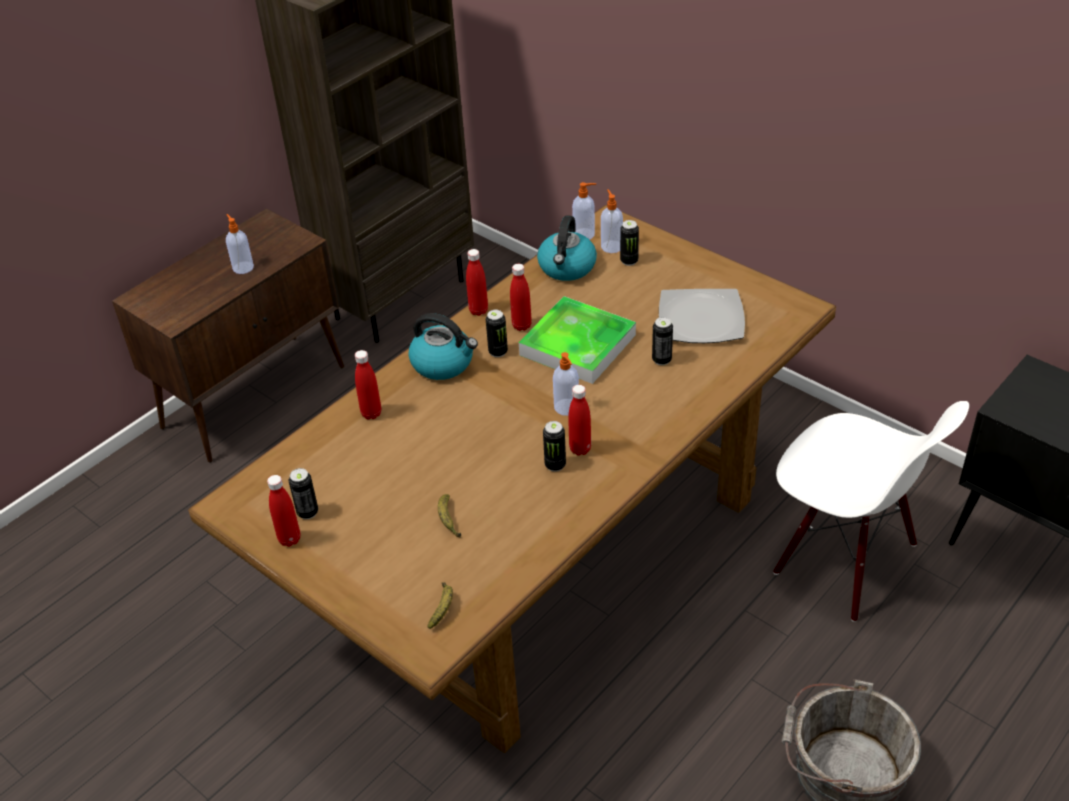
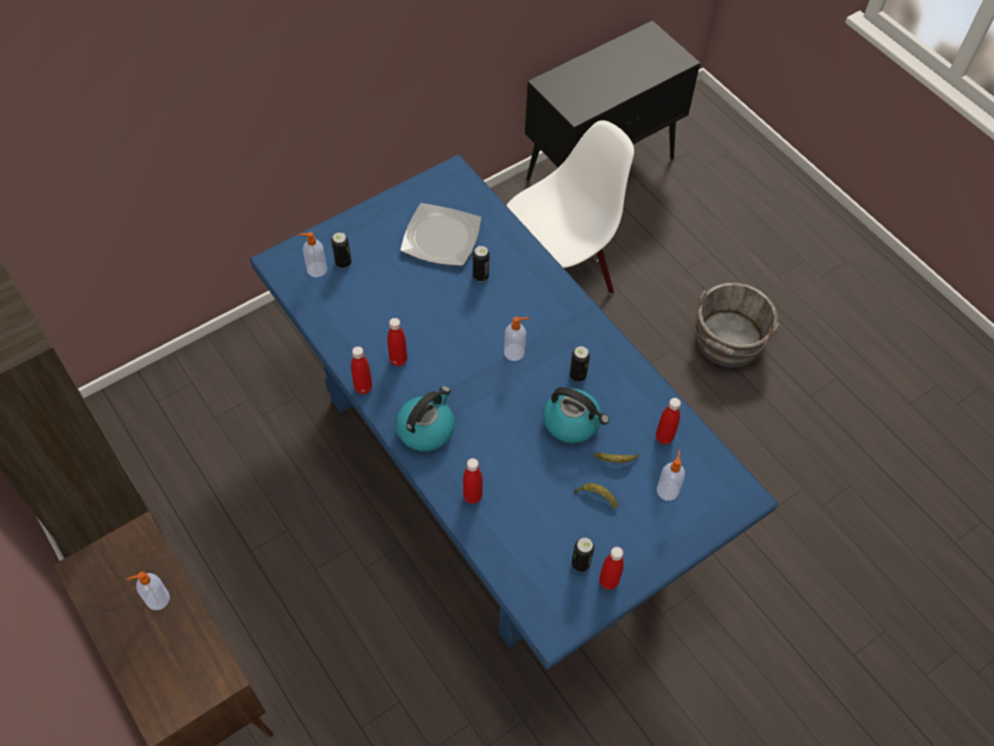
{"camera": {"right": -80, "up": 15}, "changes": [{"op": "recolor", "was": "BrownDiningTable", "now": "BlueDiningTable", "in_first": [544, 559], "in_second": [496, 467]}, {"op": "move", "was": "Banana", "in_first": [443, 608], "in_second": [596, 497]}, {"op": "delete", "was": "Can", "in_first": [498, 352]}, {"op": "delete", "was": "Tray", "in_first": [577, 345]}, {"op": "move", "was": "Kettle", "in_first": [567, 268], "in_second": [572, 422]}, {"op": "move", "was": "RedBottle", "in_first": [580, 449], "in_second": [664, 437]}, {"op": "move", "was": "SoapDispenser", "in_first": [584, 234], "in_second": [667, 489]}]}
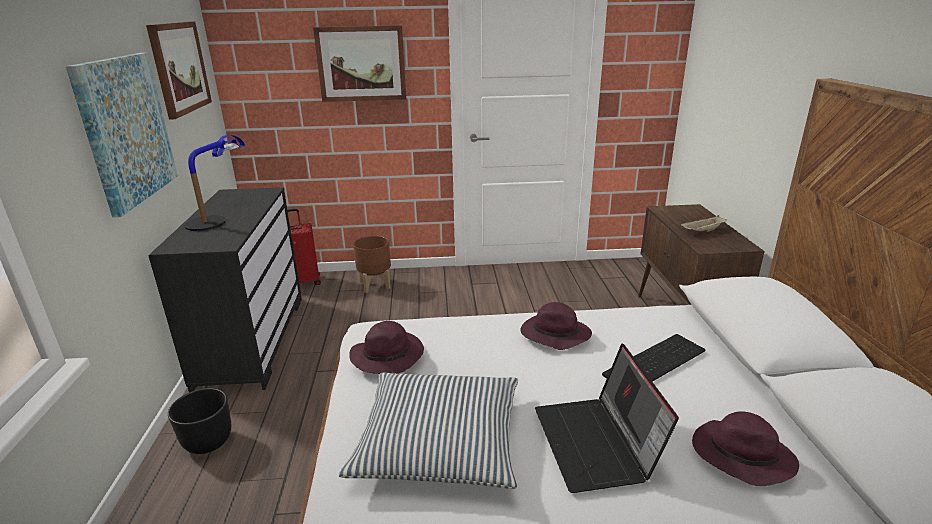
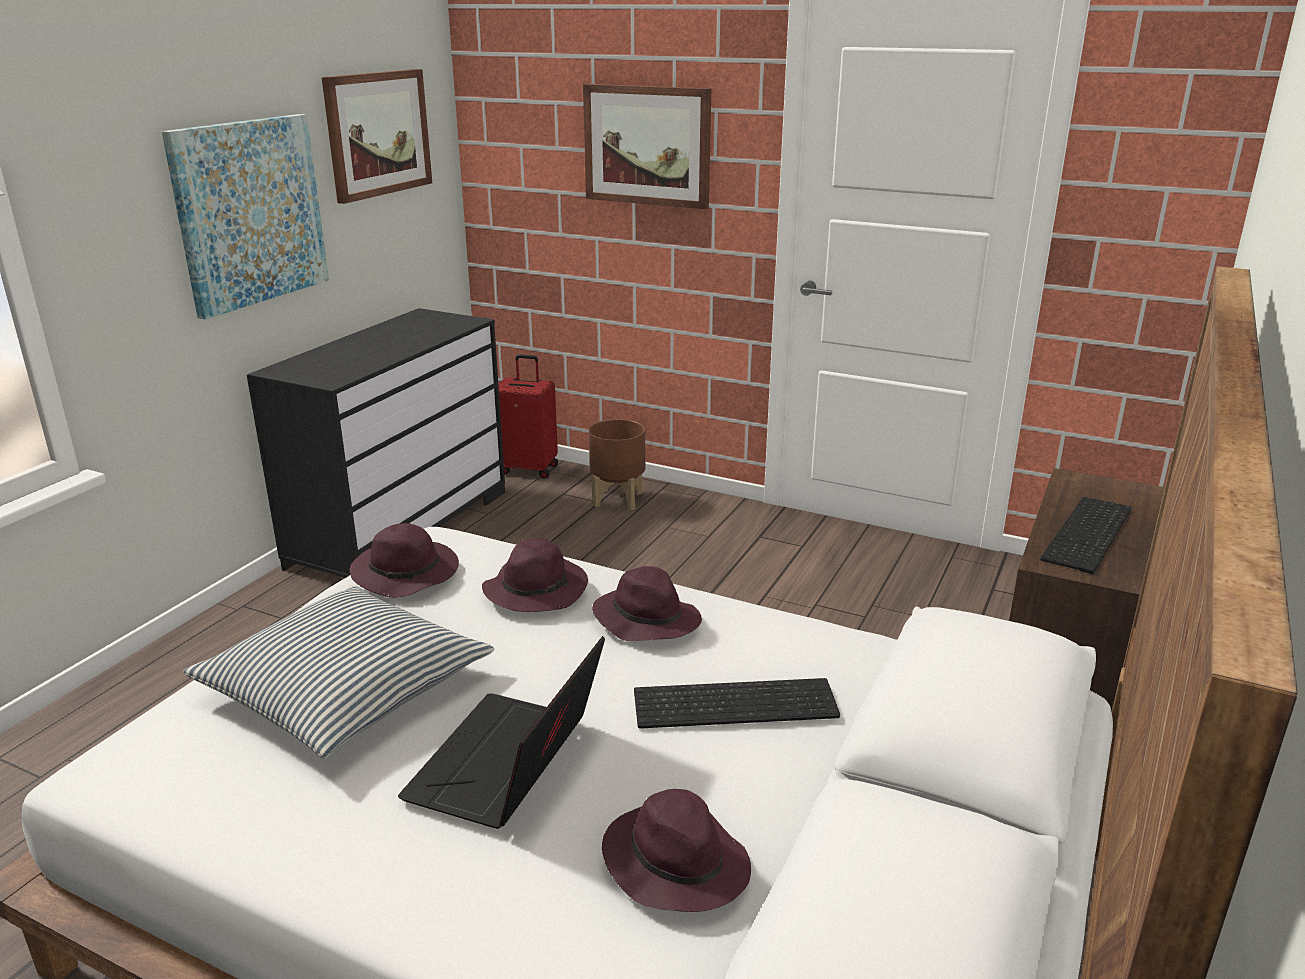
{"camera": {"right": 30, "up": 0}, "changes": [{"op": "delete", "was": "BlackPlanter", "in_first": [208, 442]}, {"op": "delete", "was": "TableLamp", "in_first": [218, 216]}, {"op": "replace", "was": "BeigeTray", "now": "Keyboard", "in_first": [703, 231], "in_second": [1090, 535]}, {"op": "insert", "now": "PurpleHat", "in_second": [536, 589]}]}
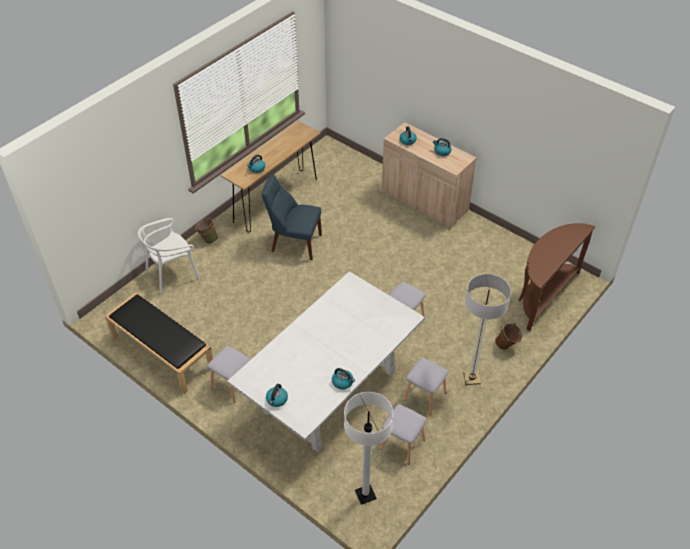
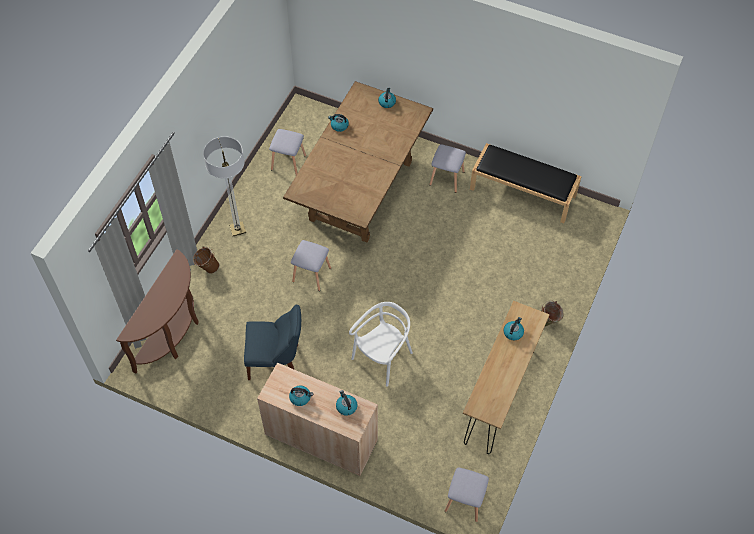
{"camera": {"right": 165, "up": 10}, "changes": [{"op": "move", "was": "WhiteChair", "in_first": [172, 274], "in_second": [383, 358]}, {"op": "recolor", "was": "WhiteDiningTable", "now": "BrownDiningTable", "in_first": [330, 390], "in_second": [360, 191]}, {"op": "move", "was": "BlueChair", "in_first": [294, 243], "in_second": [276, 361]}, {"op": "delete", "was": "WhiteFloorLamp", "in_first": [365, 495]}, {"op": "move", "was": "GreyStool", "in_first": [424, 397], "in_second": [465, 500]}]}
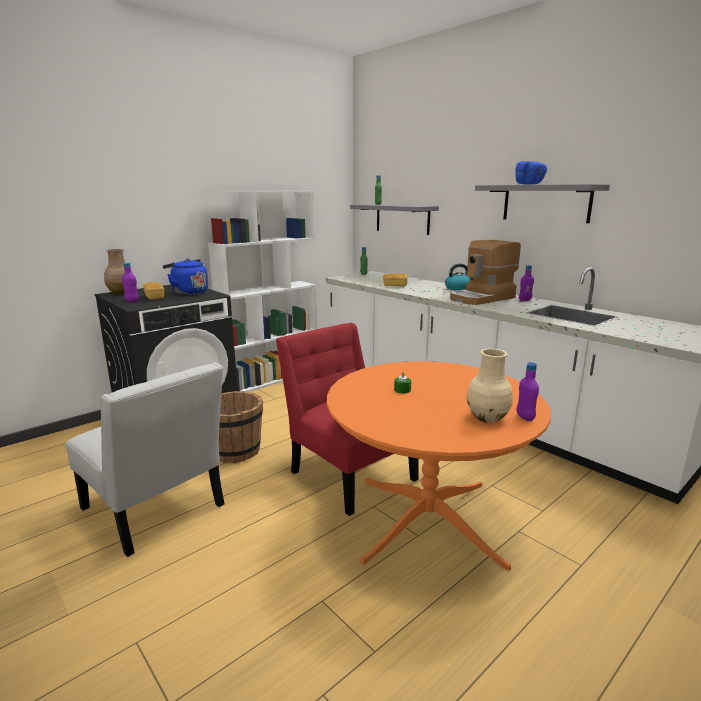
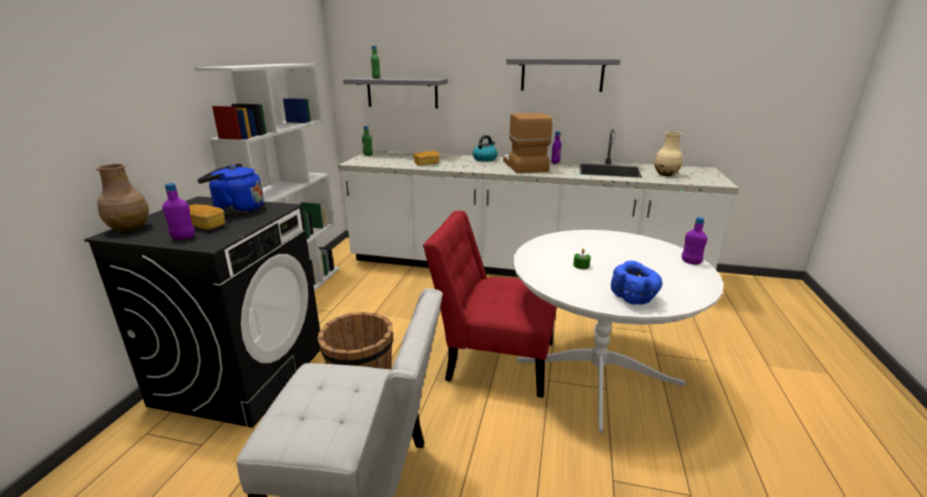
{"camera": {"right": -35, "up": 5}, "changes": [{"op": "recolor", "was": "OrangeDiningTable", "now": "WhiteDiningTable", "in_first": [427, 520], "in_second": [597, 373]}, {"op": "rotate", "was": "CoffeeMachine", "in_first": [482, 298], "in_second": [523, 166], "clockwise": 150}, {"op": "move", "was": "BeigeVase", "in_first": [487, 417], "in_second": [665, 174]}, {"op": "move", "was": "BlueBowl", "in_first": [529, 184], "in_second": [634, 298]}]}
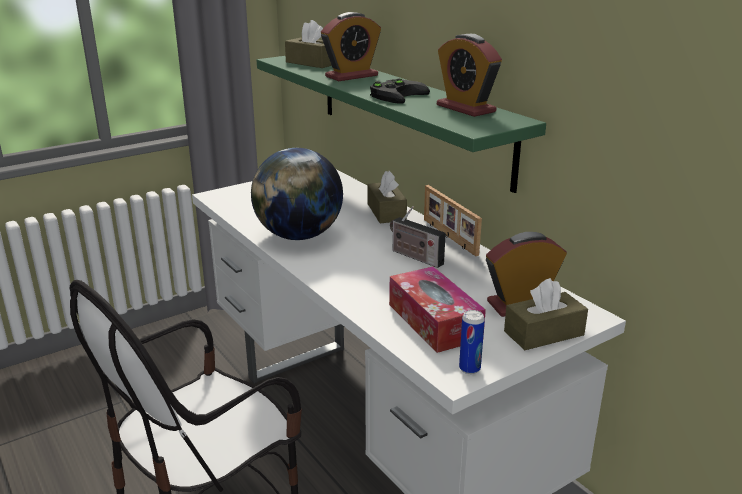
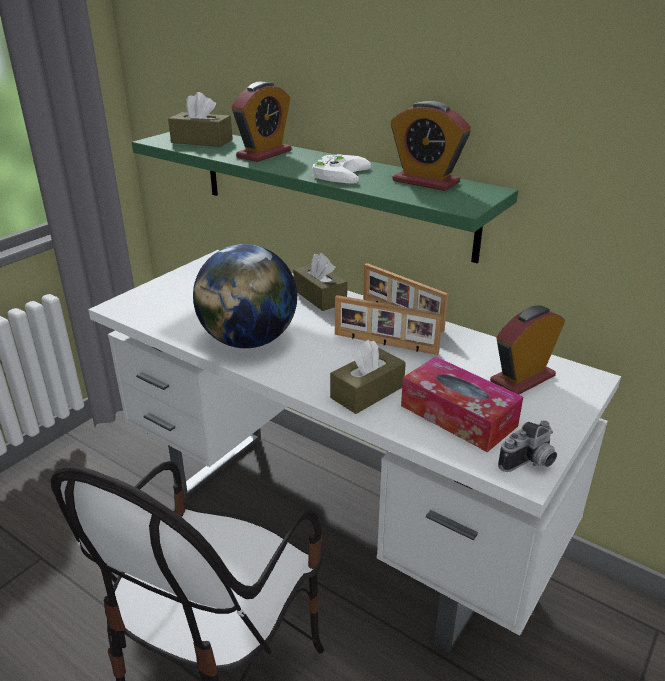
{"camera": {"right": -20, "up": 5}, "changes": [{"op": "recolor", "was": "BlackGameController", "now": "WhiteGameController", "in_first": [397, 95], "in_second": [339, 173]}, {"op": "replace", "was": "Radio", "now": "PictureFrame", "in_first": [414, 257], "in_second": [385, 344]}, {"op": "replace", "was": "Can", "now": "PhotoCamera", "in_first": [469, 368], "in_second": [530, 463]}, {"op": "move", "was": "BrownTissueBox", "in_first": [543, 333], "in_second": [367, 392]}]}
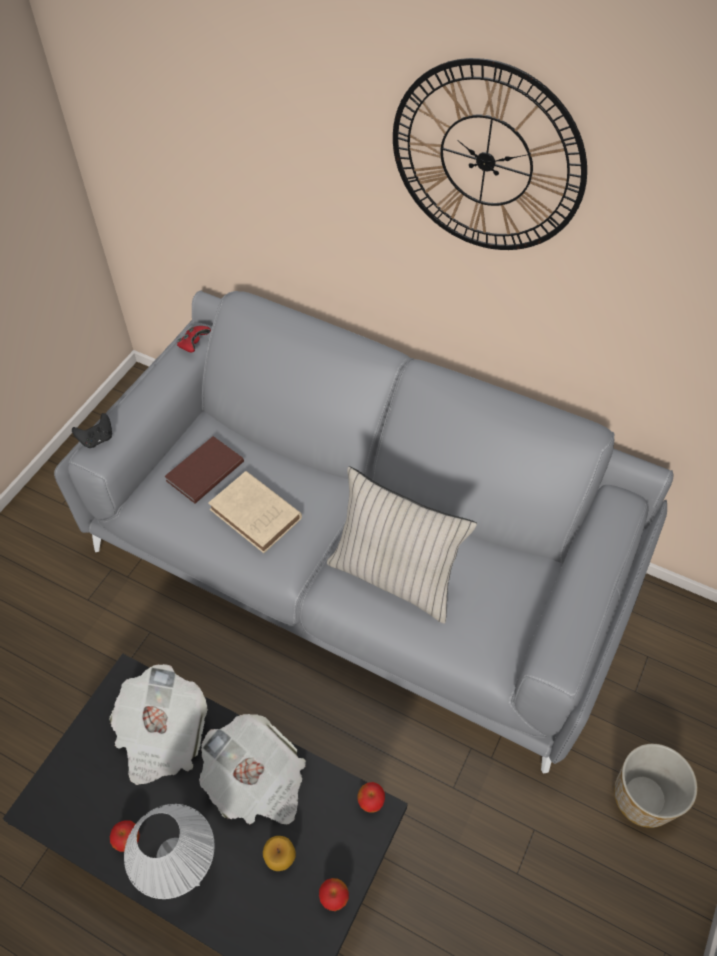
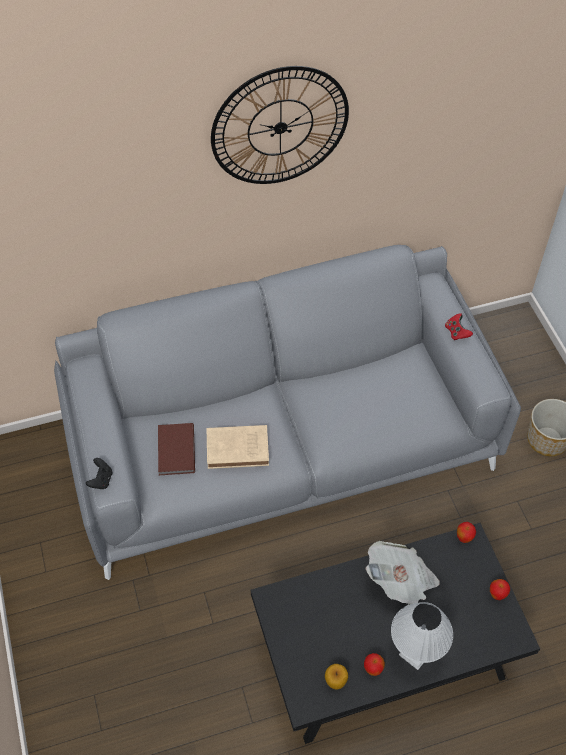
{"camera": {"right": -45, "up": 0}, "changes": [{"op": "delete", "was": "Newspaper", "in_first": [161, 736]}, {"op": "move", "was": "RedGameController", "in_first": [194, 345], "in_second": [456, 332]}, {"op": "move", "was": "Apple", "in_first": [280, 858], "in_second": [335, 681]}, {"op": "delete", "was": "BeigePillow", "in_first": [395, 576]}]}
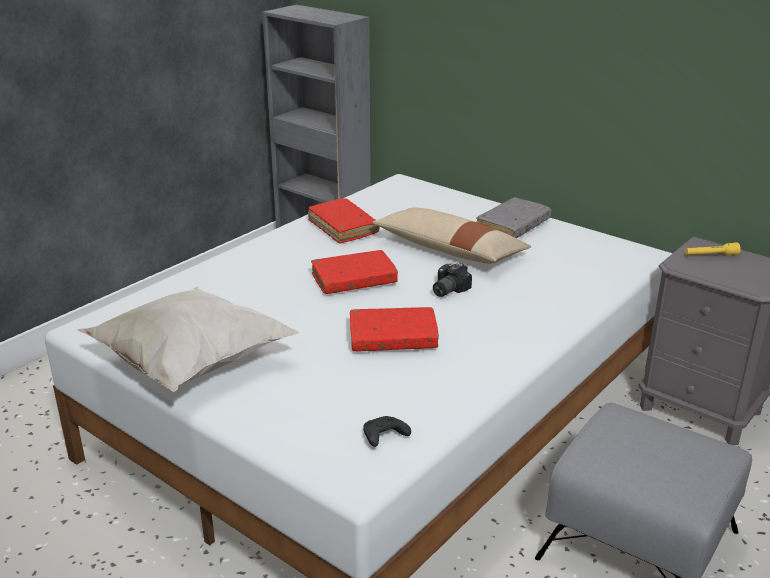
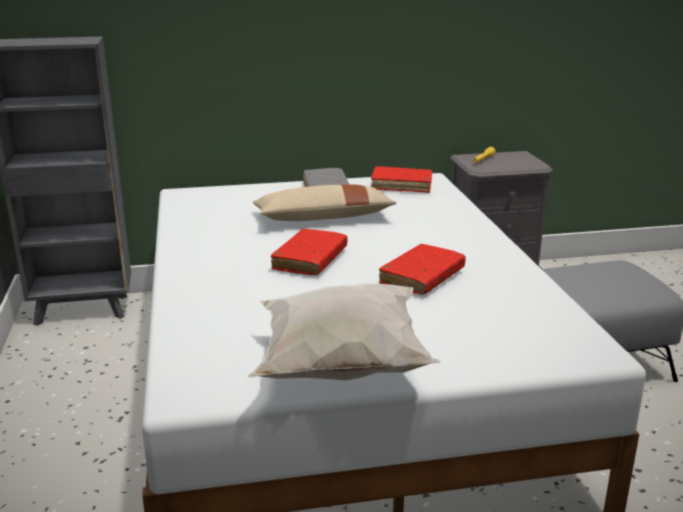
{"camera": {"right": -50, "up": -5}, "changes": [{"op": "move", "was": "RedBook", "in_first": [343, 228], "in_second": [401, 186]}, {"op": "delete", "was": "BlackGameController", "in_first": [383, 437]}, {"op": "delete", "was": "PhotoCamera", "in_first": [447, 290]}]}
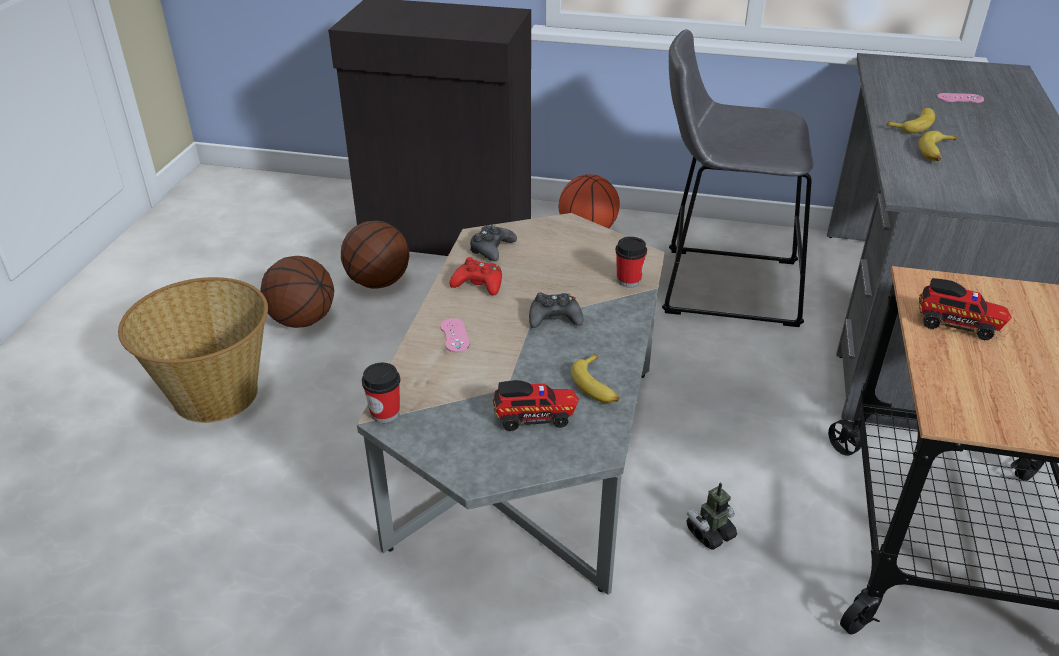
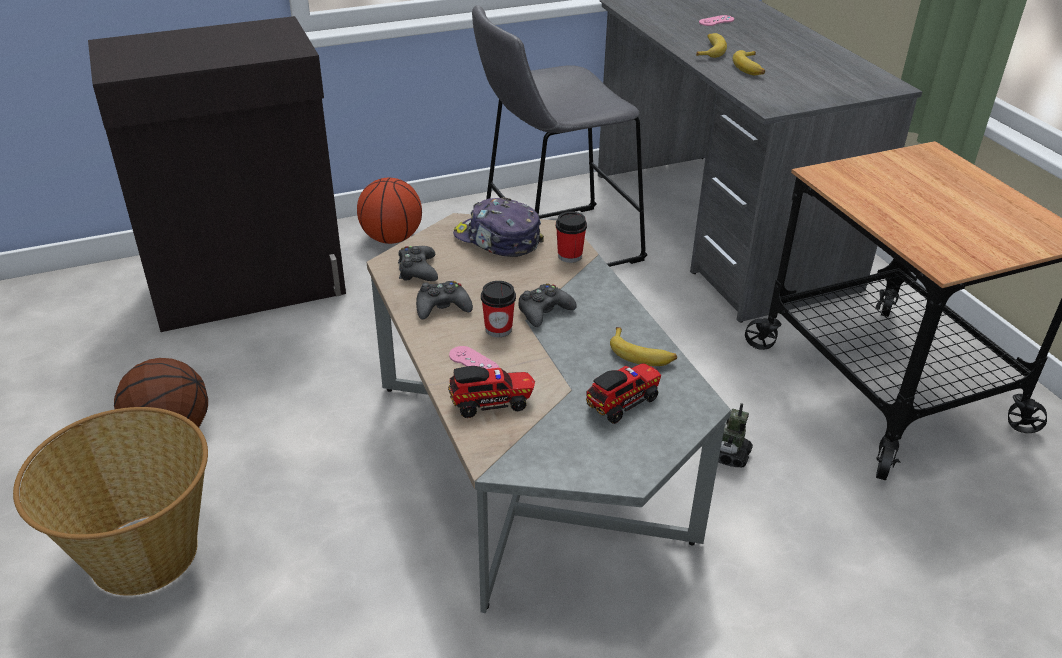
{"camera": {"right": -35, "up": 0}, "changes": [{"op": "delete", "was": "Basketball", "in_first": [377, 282]}, {"op": "move", "was": "Cup", "in_first": [385, 413], "in_second": [498, 329]}, {"op": "recolor", "was": "RedGameController", "now": "BlackGameController", "in_first": [478, 284], "in_second": [442, 307]}, {"op": "move", "was": "ToyTruck", "in_first": [958, 325], "in_second": [492, 403]}, {"op": "insert", "now": "Cap", "in_second": [497, 240]}]}
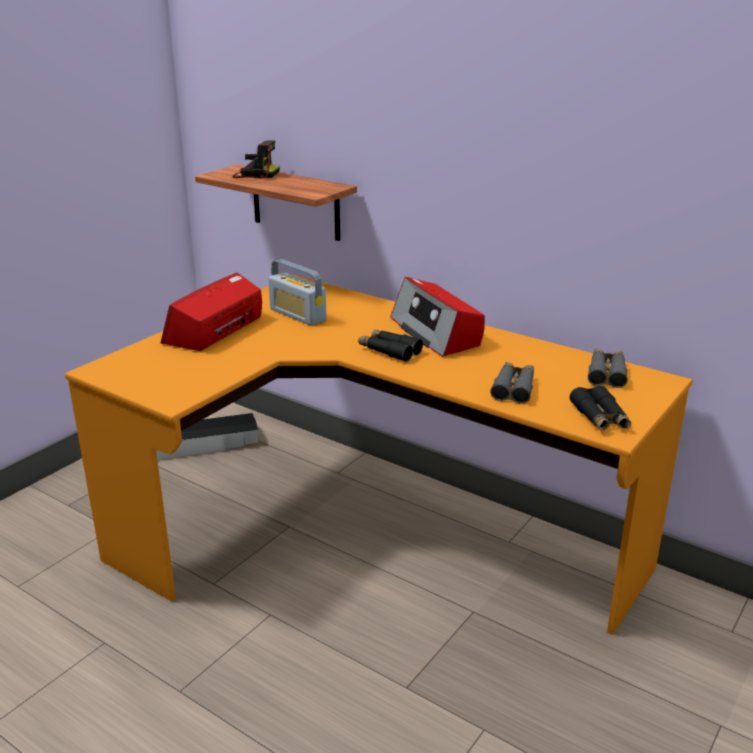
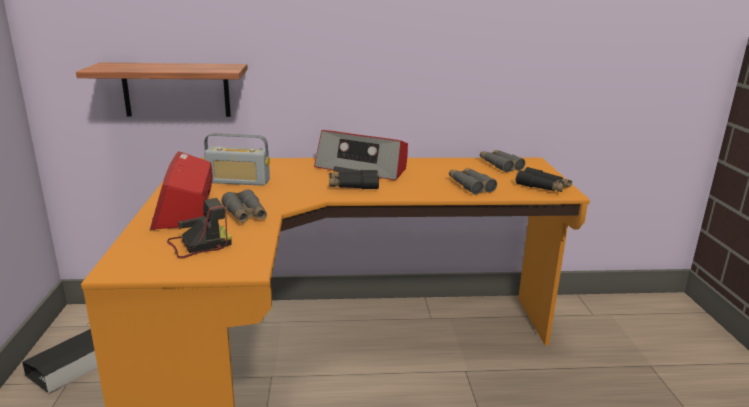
{"camera": {"right": -40, "up": -5}, "changes": [{"op": "move", "was": "PhotoCamera", "in_first": [254, 174], "in_second": [198, 245]}, {"op": "insert", "now": "GreyBinoculars", "in_second": [245, 214]}]}
